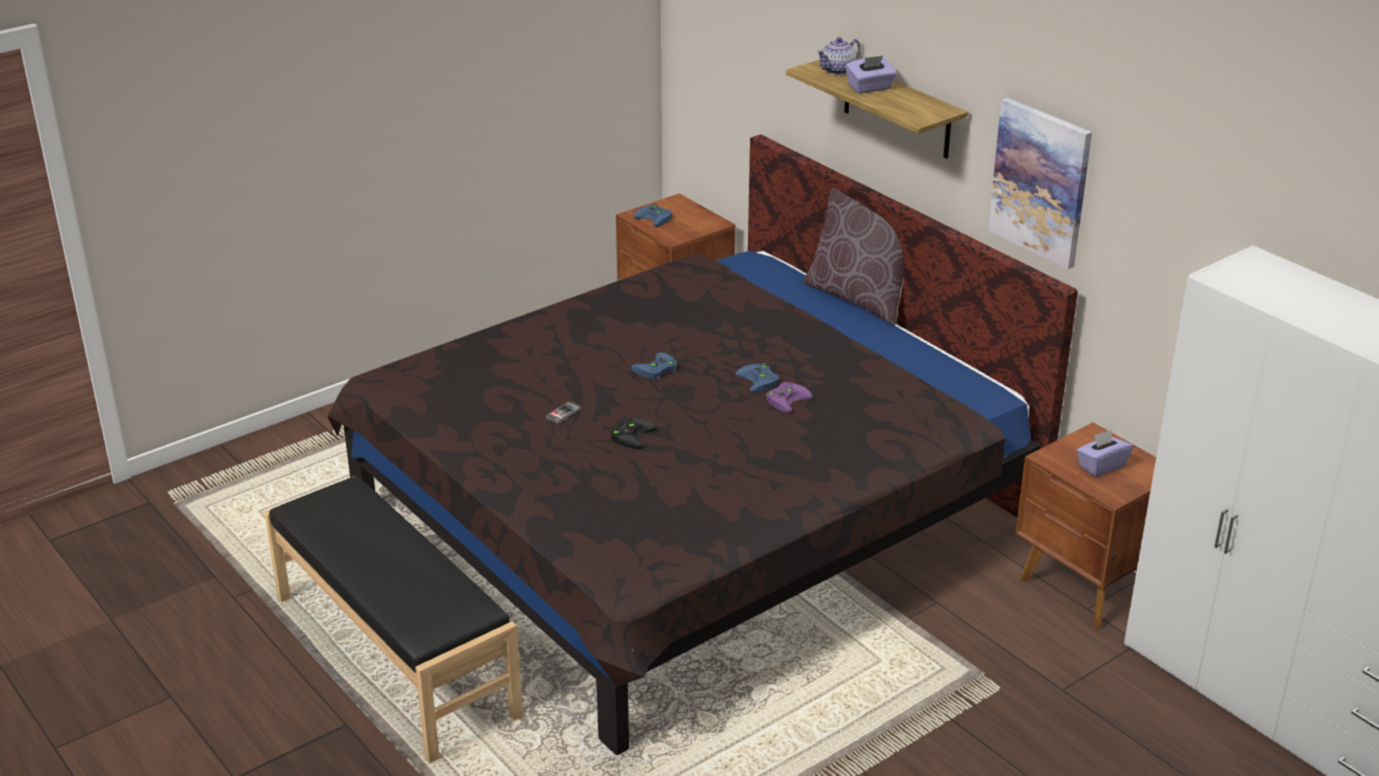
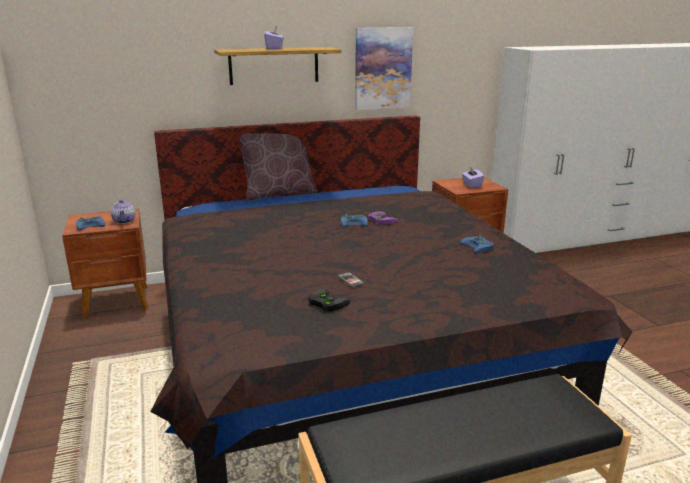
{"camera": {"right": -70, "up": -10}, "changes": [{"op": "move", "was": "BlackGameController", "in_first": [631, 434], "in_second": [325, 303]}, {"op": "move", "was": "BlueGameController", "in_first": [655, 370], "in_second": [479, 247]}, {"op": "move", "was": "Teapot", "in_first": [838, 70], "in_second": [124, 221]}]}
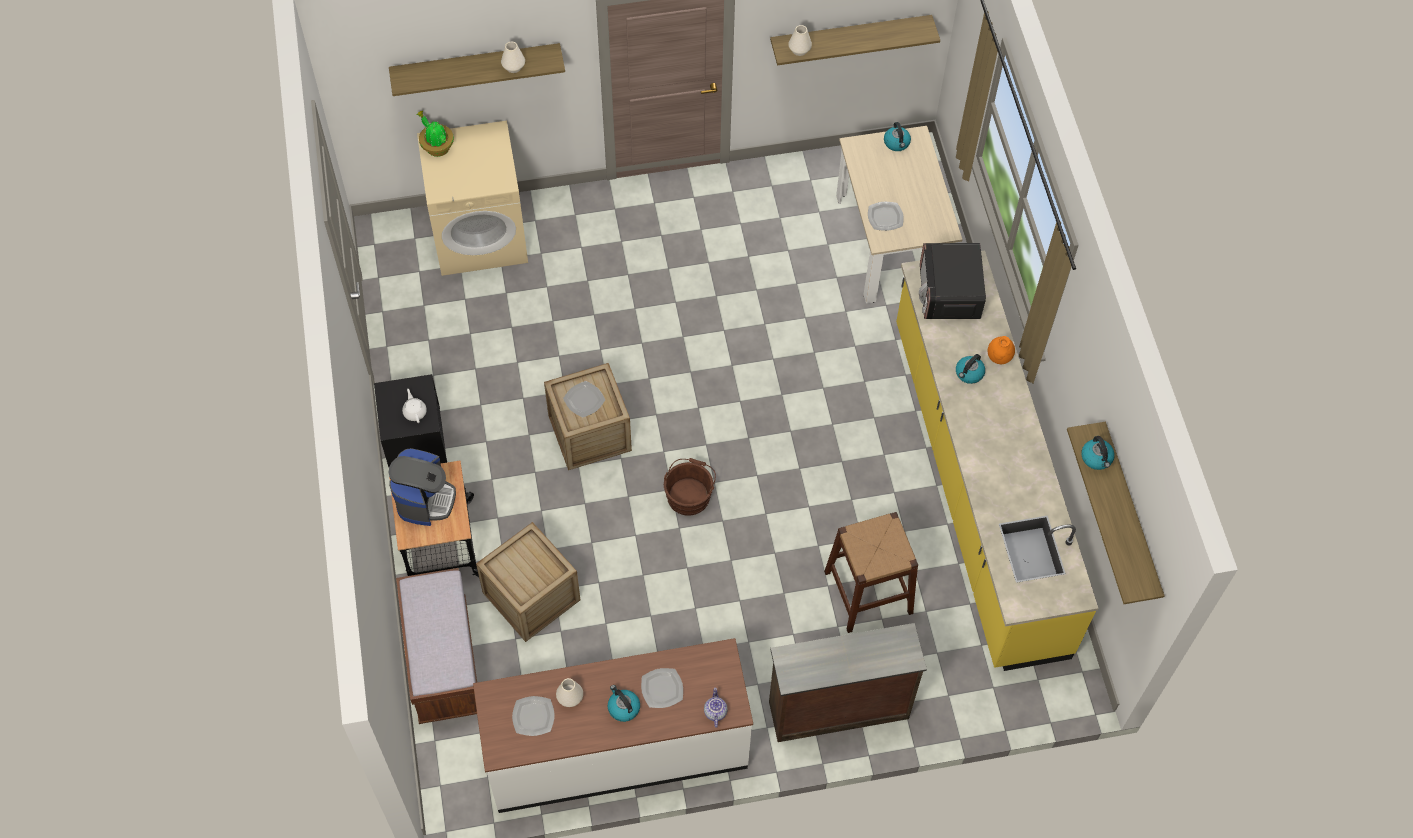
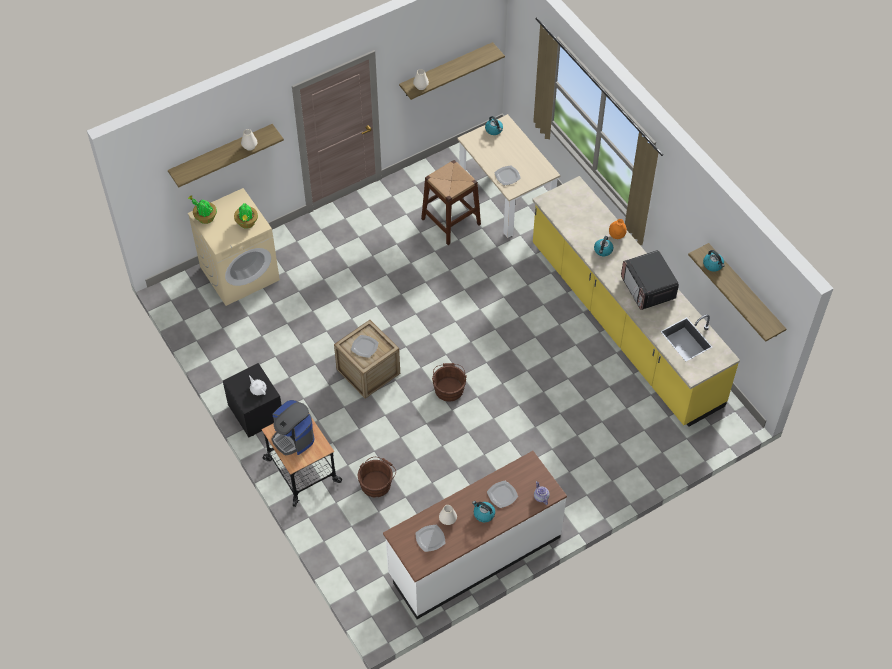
{"camera": {"right": -20, "up": -5}, "changes": [{"op": "rotate", "was": "CoffeeMachine", "in_first": [425, 499], "in_second": [293, 438], "clockwise": 150}, {"op": "delete", "was": "BrownBench", "in_first": [443, 662]}, {"op": "replace", "was": "Crate", "now": "BrownBucket", "in_first": [531, 596], "in_second": [377, 482]}, {"op": "delete", "was": "BrownDresser", "in_first": [837, 708]}, {"op": "move", "was": "BrownStool", "in_first": [868, 592], "in_second": [451, 221]}, {"op": "move", "was": "Microwave", "in_first": [949, 293], "in_second": [648, 289]}, {"op": "insert", "now": "PottedPlant", "in_second": [247, 223]}]}
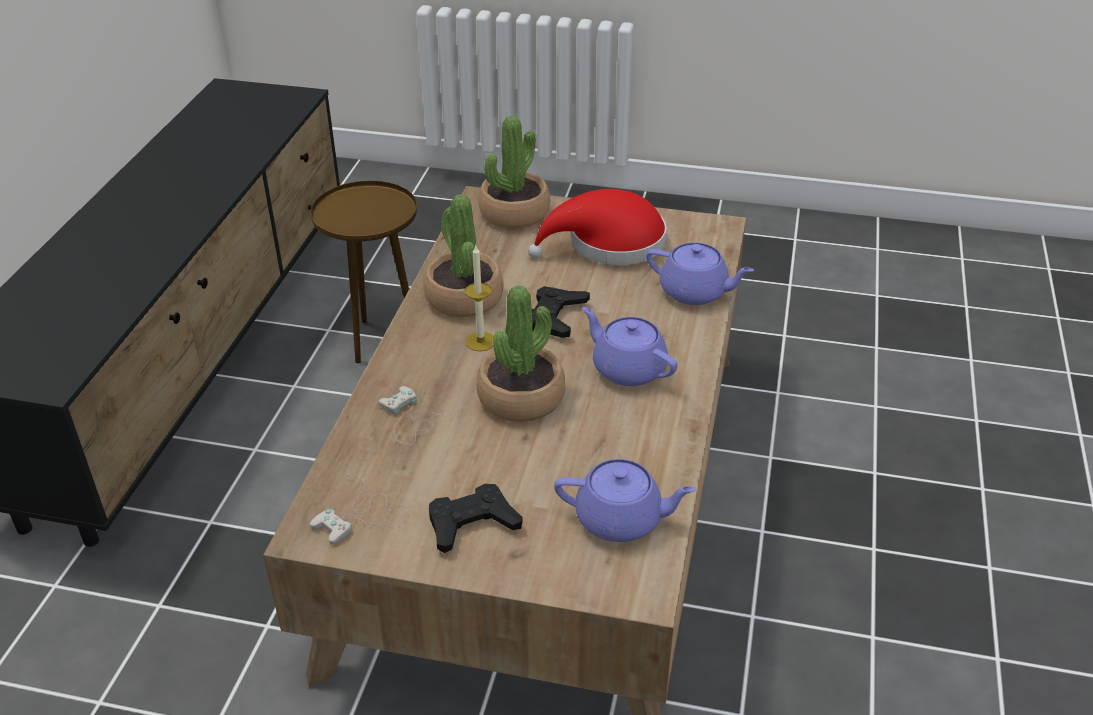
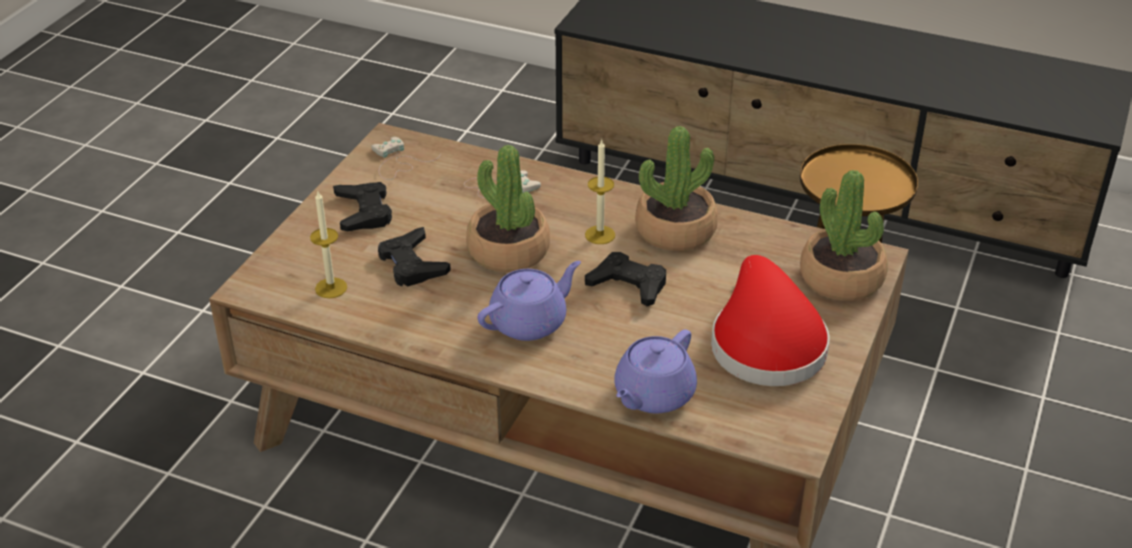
{"camera": {"right": 100, "up": 0}, "changes": [{"op": "replace", "was": "PurpleTeapot", "now": "Candle", "in_first": [621, 519], "in_second": [331, 288]}, {"op": "insert", "now": "BlackGameController", "in_second": [412, 264]}]}
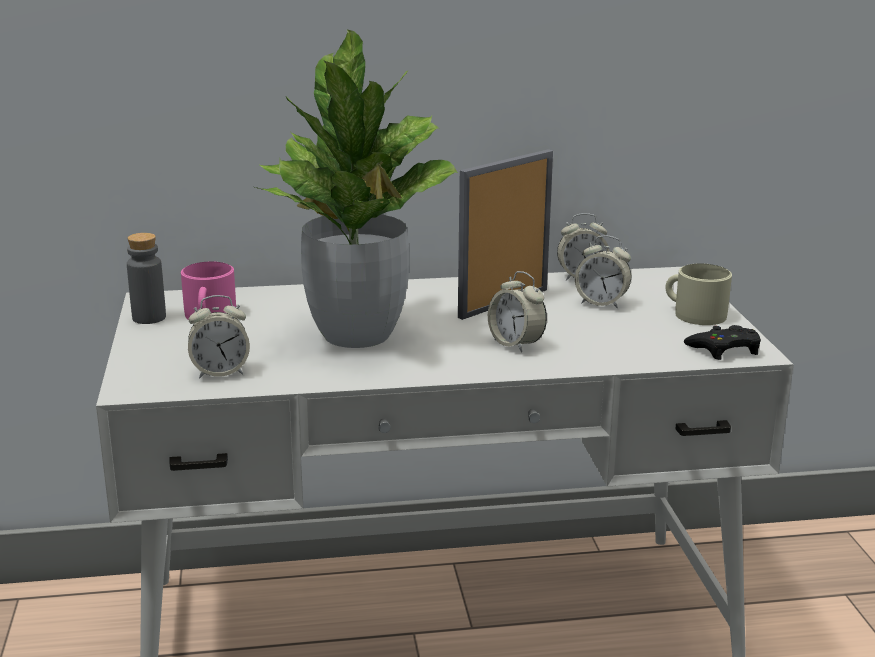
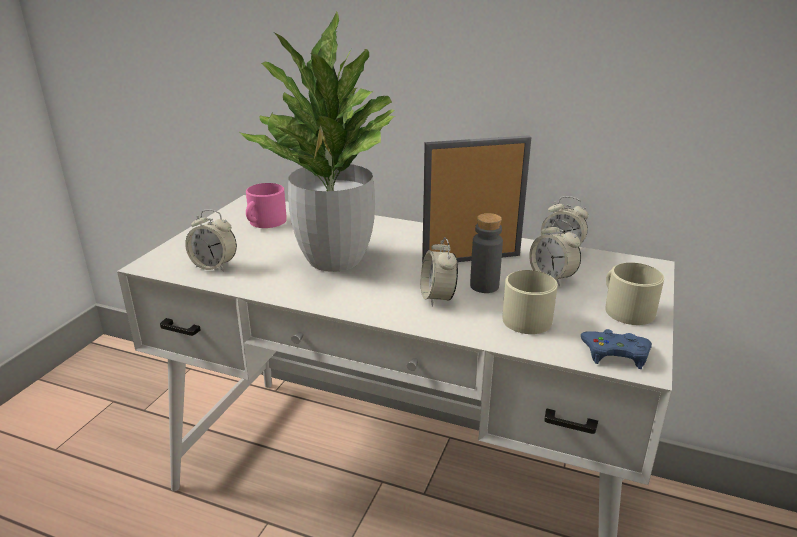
{"camera": {"right": 30, "up": 5}, "changes": [{"op": "move", "was": "GreyBottle", "in_first": [149, 318], "in_second": [484, 286]}, {"op": "recolor", "was": "BlackGameController", "now": "BlueGameController", "in_first": [725, 349], "in_second": [615, 354]}, {"op": "insert", "now": "BeigeMug", "in_second": [530, 317]}]}
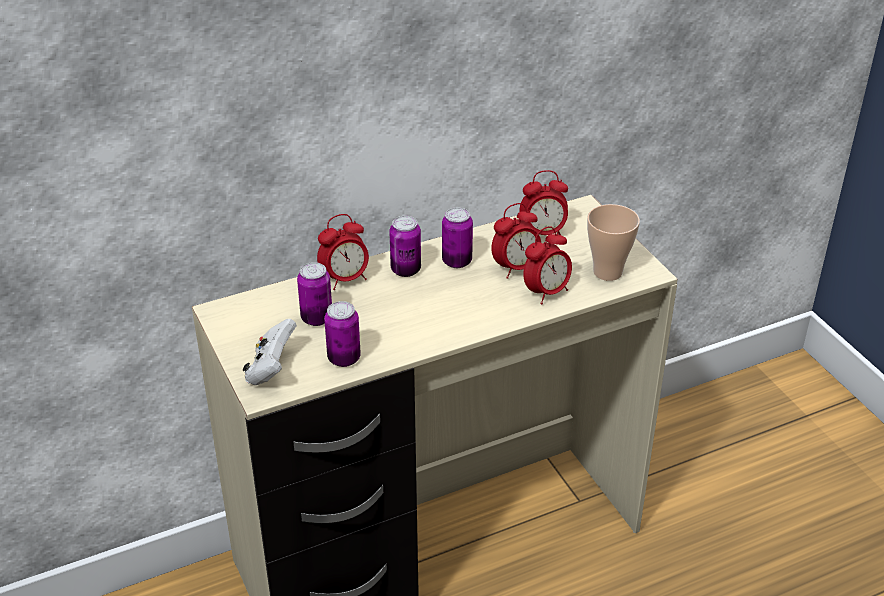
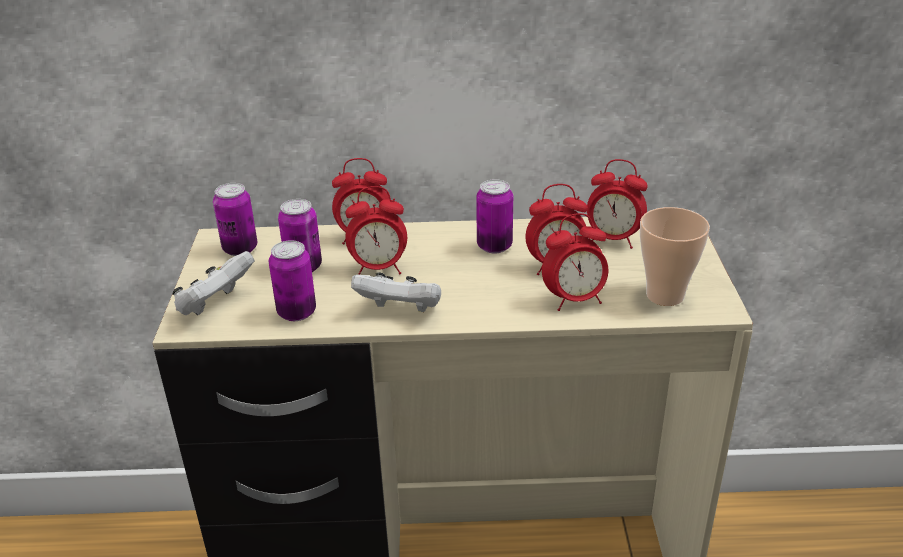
{"camera": {"right": 25, "up": -5}, "changes": [{"op": "move", "was": "Can", "in_first": [405, 270], "in_second": [240, 249]}, {"op": "insert", "now": "AlarmClock", "in_second": [378, 269]}, {"op": "insert", "now": "WhiteGameController", "in_second": [401, 311]}]}
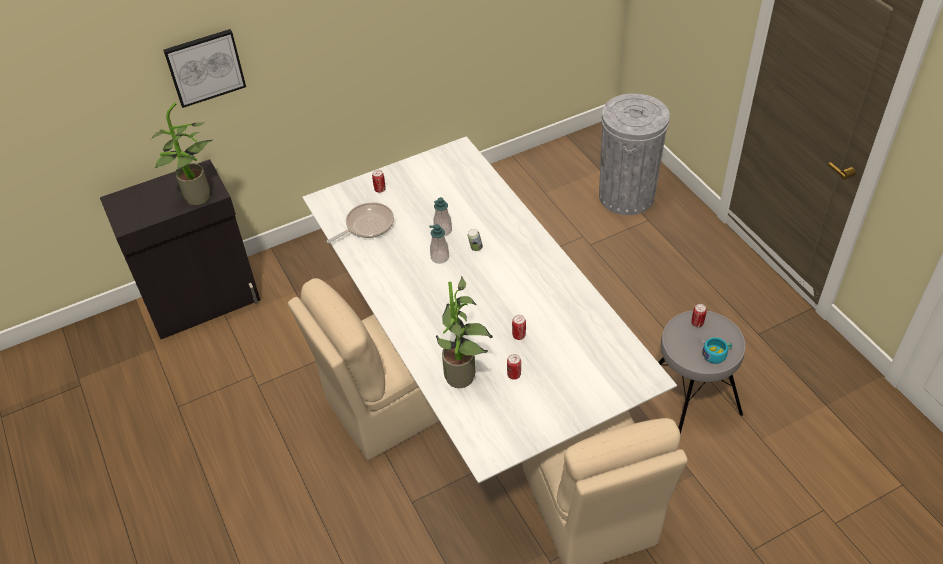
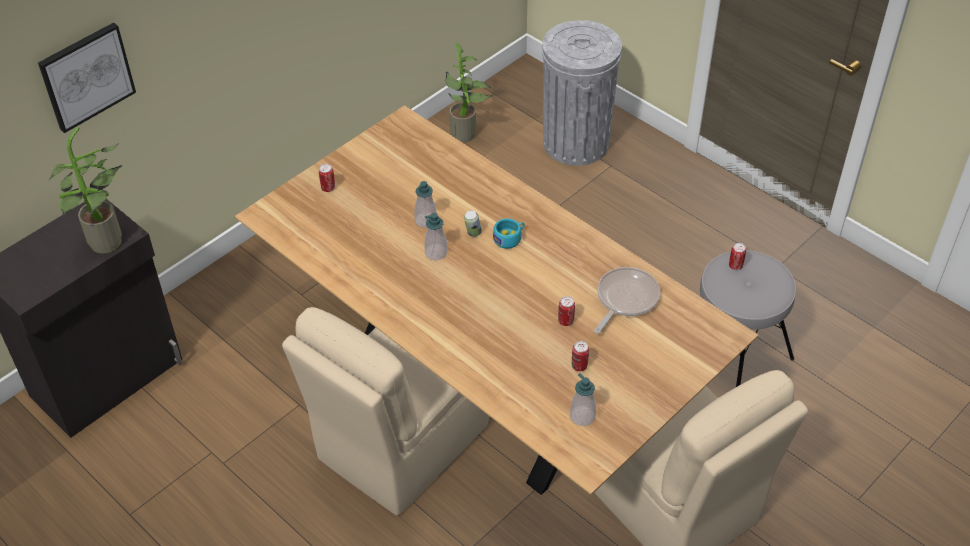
{"camera": {"right": -20, "up": 0}, "changes": [{"op": "recolor", "was": "WhiteDiningTable", "now": "BrownDiningTable", "in_first": [476, 375], "in_second": [486, 387]}, {"op": "move", "was": "FryingPan", "in_first": [367, 225], "in_second": [625, 299]}, {"op": "move", "was": "PottedPlant", "in_first": [464, 377], "in_second": [467, 134]}, {"op": "move", "was": "TurquoiseCup", "in_first": [716, 354], "in_second": [510, 238]}, {"op": "insert", "now": "SoapDispenser", "in_second": [582, 416]}]}
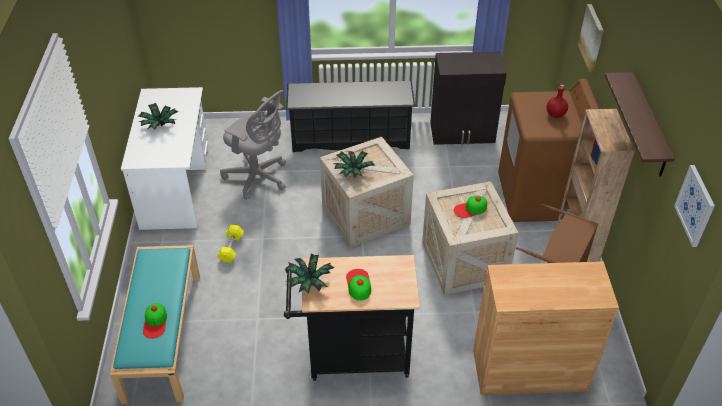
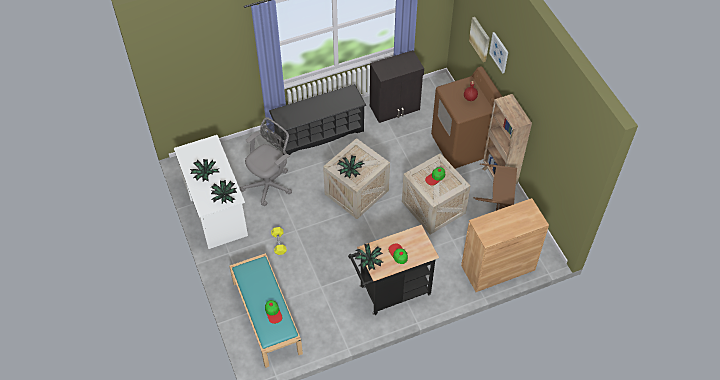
{"camera": {"right": -20, "up": 10}, "changes": [{"op": "rotate", "was": "GreyOfficeChair", "in_first": [258, 177], "in_second": [269, 184], "clockwise": -60}, {"op": "delete", "was": "Shelf", "in_first": [648, 126]}, {"op": "move", "was": "Picture", "in_first": [695, 205], "in_second": [499, 52]}, {"op": "insert", "now": "PottedPlant", "in_second": [224, 196]}]}
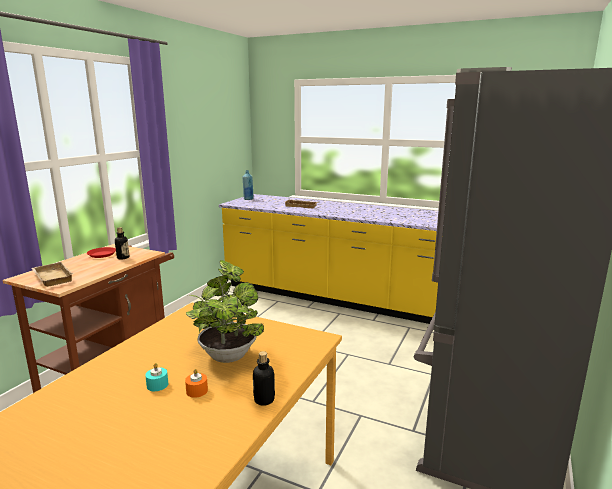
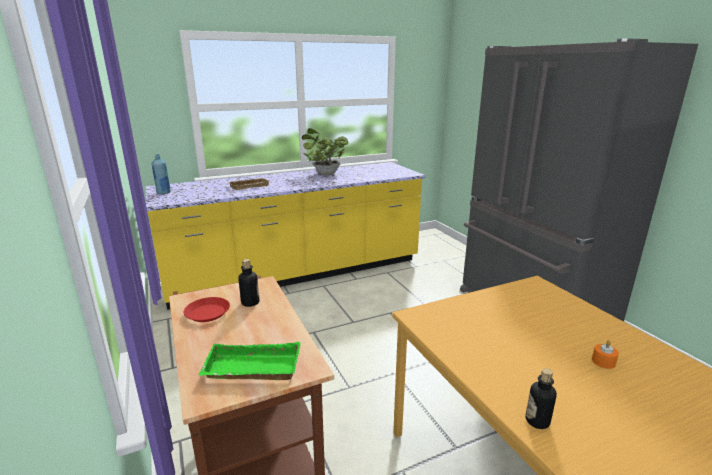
{"camera": {"right": -50, "up": 5}, "changes": [{"op": "recolor", "was": "BeigeTray", "now": "GreenTray", "in_first": [51, 278], "in_second": [251, 369]}, {"op": "delete", "was": "TurquoiseCandle", "in_first": [157, 385]}, {"op": "move", "was": "PottedPlant", "in_first": [228, 353], "in_second": [324, 173]}, {"op": "move", "was": "Bottle", "in_first": [264, 400], "in_second": [537, 421]}]}
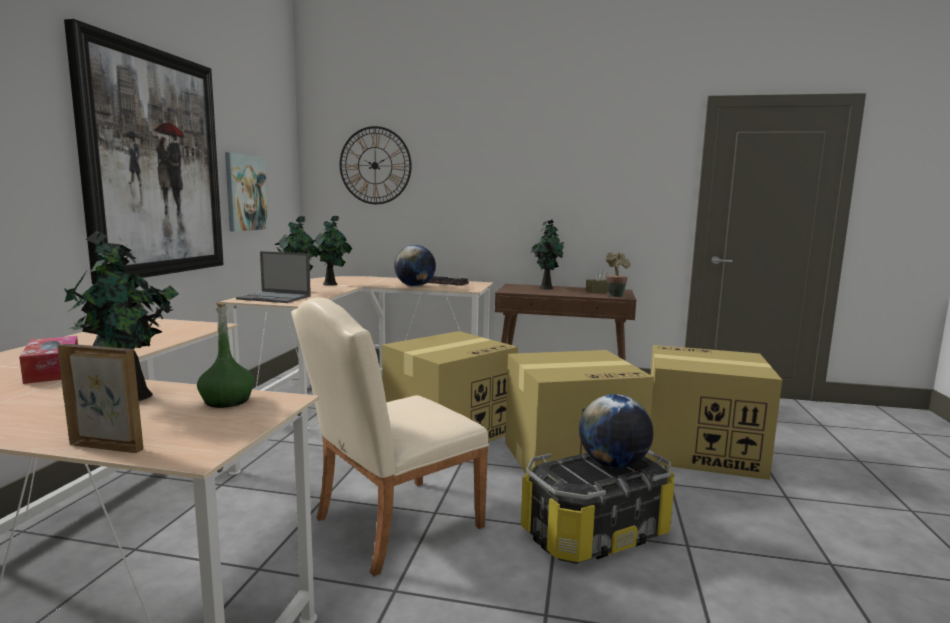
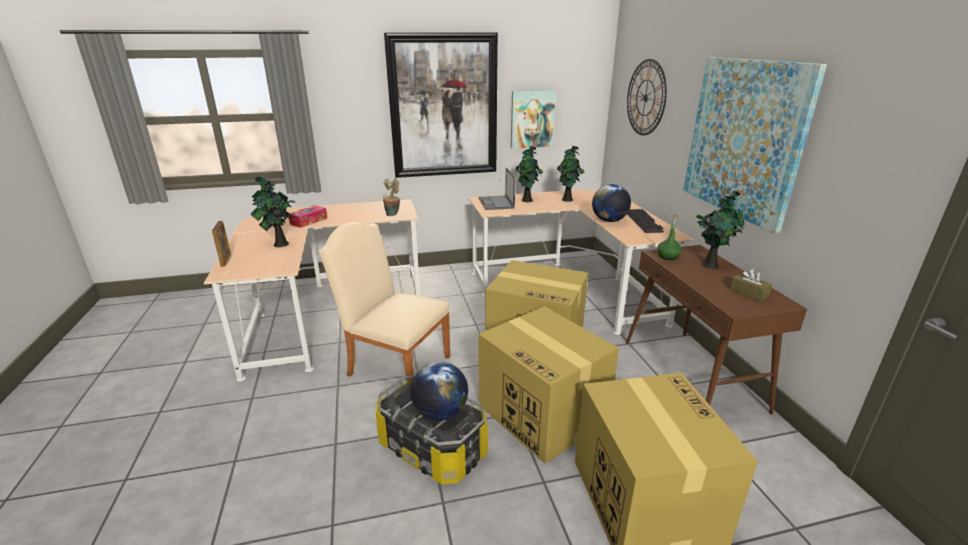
{"camera": {"right": 65, "up": 15}, "changes": [{"op": "move", "was": "GreenBottle", "in_first": [227, 401], "in_second": [668, 256]}, {"op": "move", "was": "PottedPlant", "in_first": [615, 296], "in_second": [393, 214]}, {"op": "insert", "now": "Picture", "in_second": [744, 139]}]}
